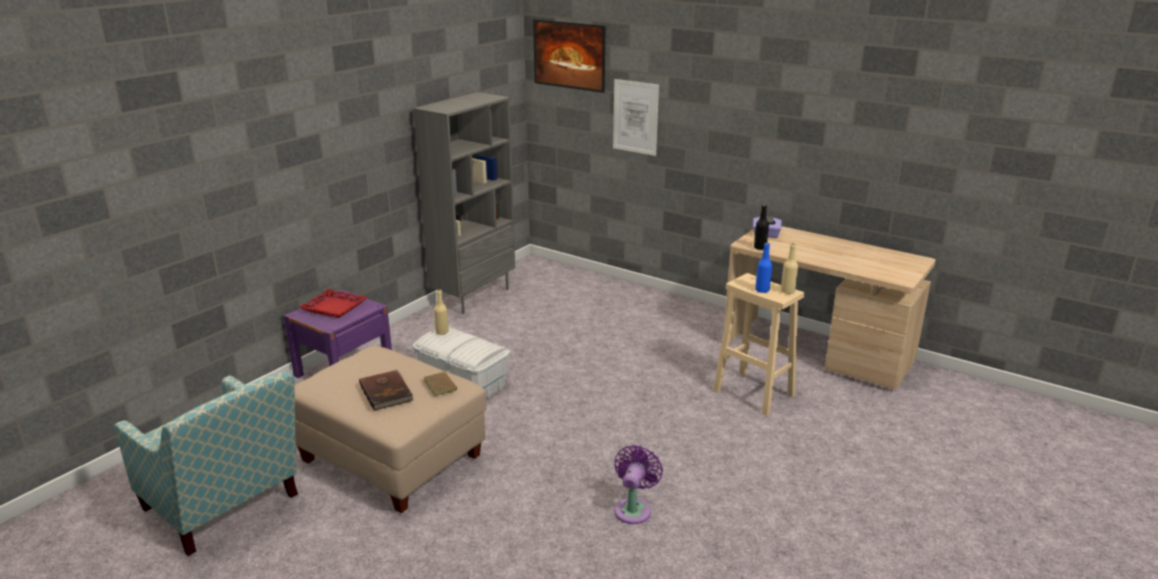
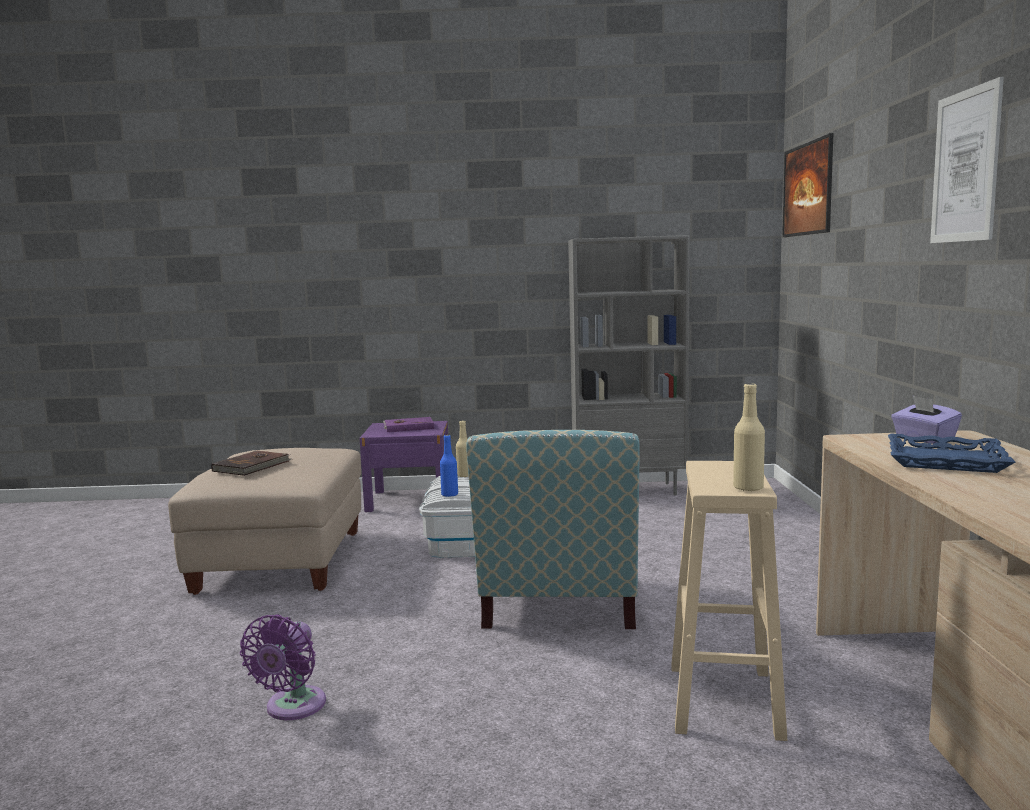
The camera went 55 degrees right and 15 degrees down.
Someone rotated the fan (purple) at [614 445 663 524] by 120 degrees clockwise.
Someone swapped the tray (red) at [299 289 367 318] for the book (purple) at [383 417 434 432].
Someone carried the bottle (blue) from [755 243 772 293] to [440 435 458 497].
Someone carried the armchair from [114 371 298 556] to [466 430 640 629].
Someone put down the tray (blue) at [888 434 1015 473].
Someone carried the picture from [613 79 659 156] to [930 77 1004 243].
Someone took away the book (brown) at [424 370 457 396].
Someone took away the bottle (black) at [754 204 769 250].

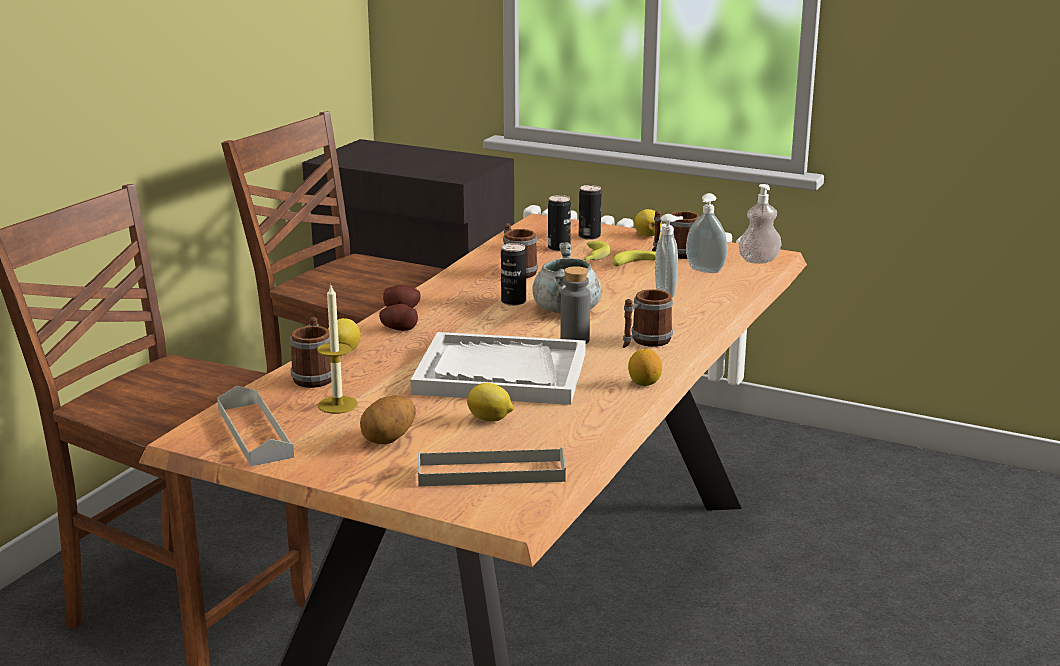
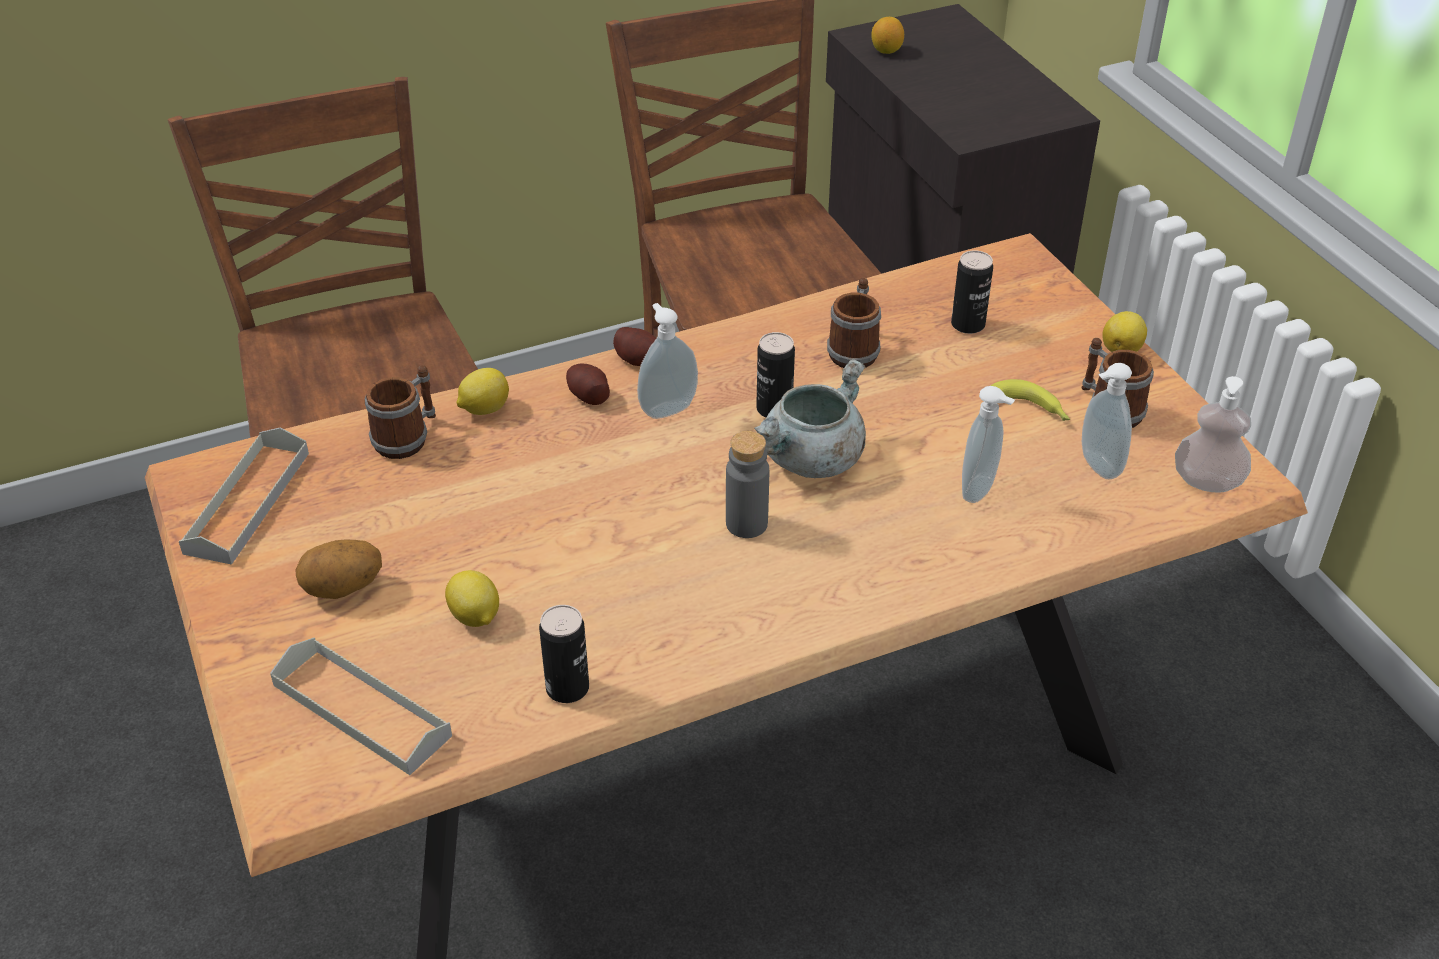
The camera went 40 degrees right and 20 degrees up.
Someone carried the can from [579 185 601 240] to [539 605 589 703].
Someone put down the soap dispenser at [637 303 698 419].
Someone carried the lemon from [628 349 662 386] to [871 17 904 54].
Someone took away the candle at [317 285 358 414].
Someone took away the tray (white) at [410 332 586 405].
Someone took away the banana at [585 241 611 261].
Someone took away the mug at [623 289 673 348].

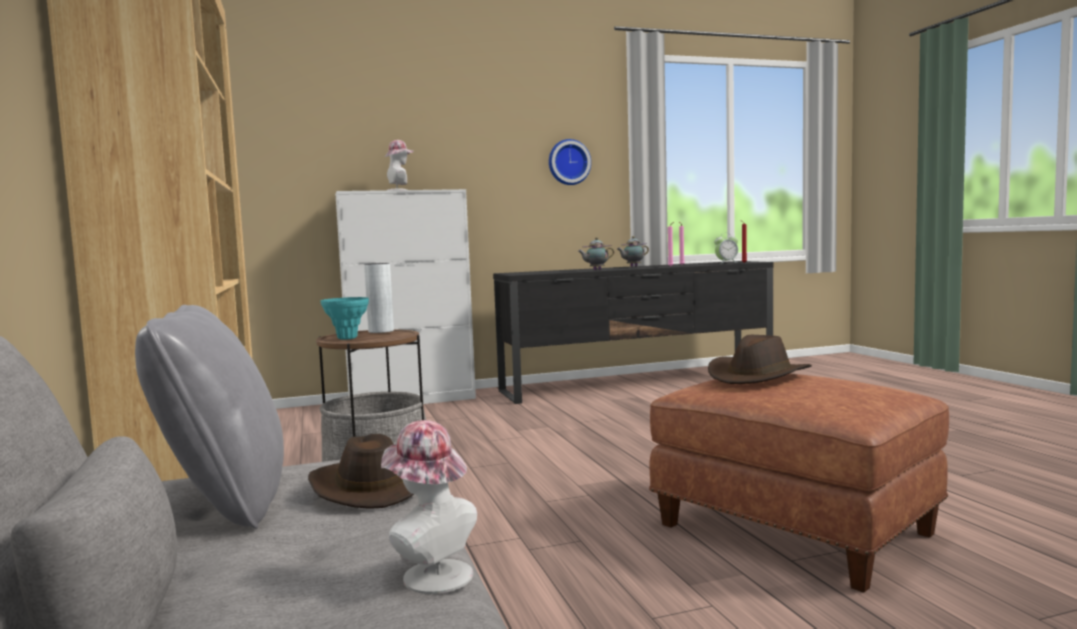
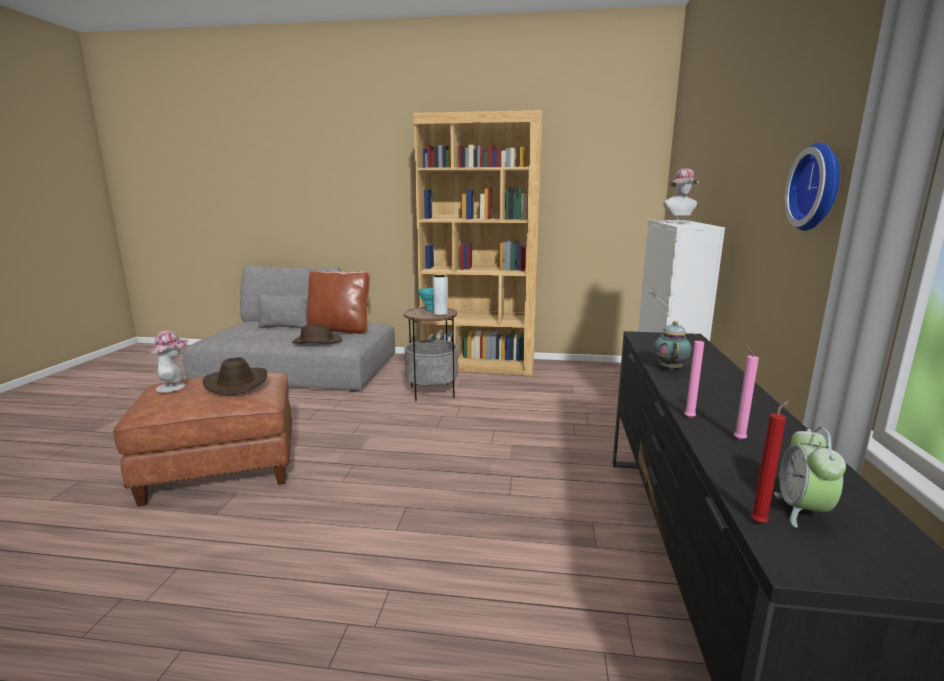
The camera went 115 degrees right and 10 degrees up.
Someone carried the hat from [381 420 477 594] to [150 330 189 392].
Someone repainted the pillow (grey) at [135 305 284 529], which became the pillow (brown) at [307 270 370 334].
Someone took away the teapot at [617 236 649 267].

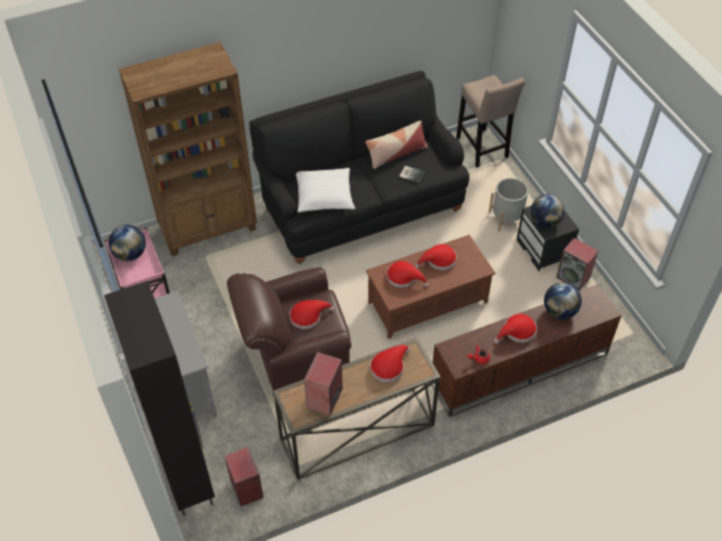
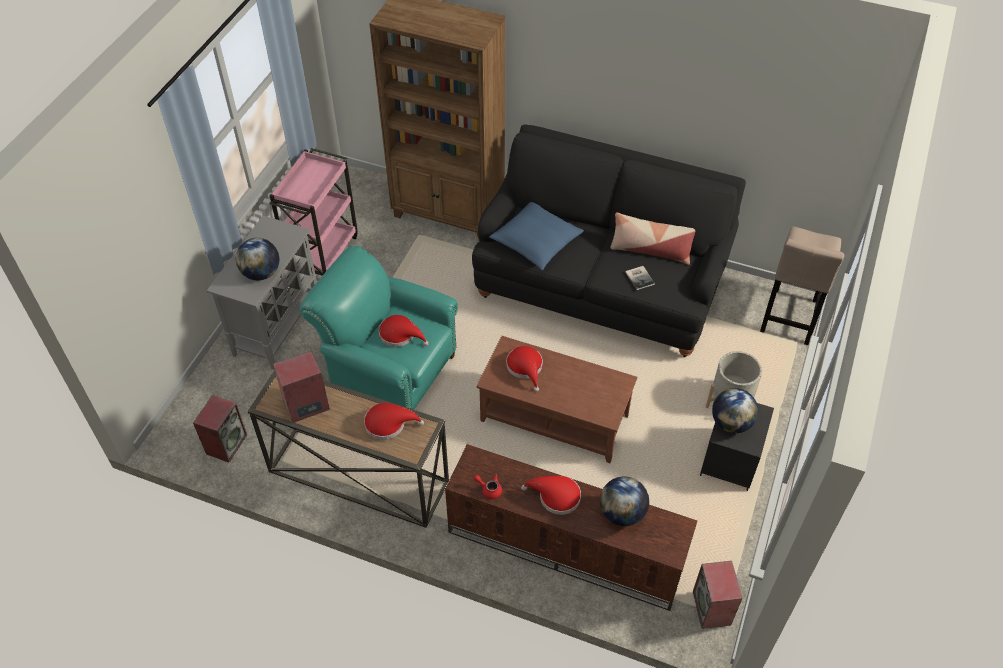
The camera went 45 degrees right and 0 degrees up.
Someone carried the globe from [109 225 146 261] to [236 238 280 280].
Someone repainted the armchair (brown) at [227 267 352 396], which became the armchair (turquoise) at [300 245 458 410].
Someone repainted the pillow (white) at [296 168 355 213], which became the pillow (blue) at [489 202 584 270].
Someone carried the speaker from [556 238 598 291] to [693 561 743 629].
Someone took away the cabinet (black) at [104 281 215 516].
Someone took away the hat (red) at [415 244 457 270].

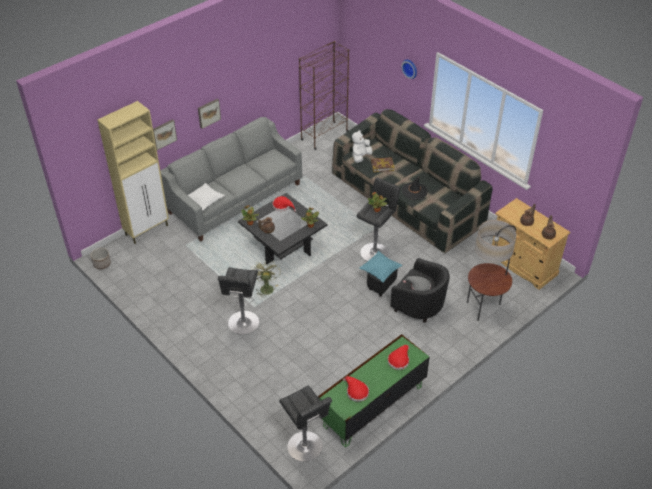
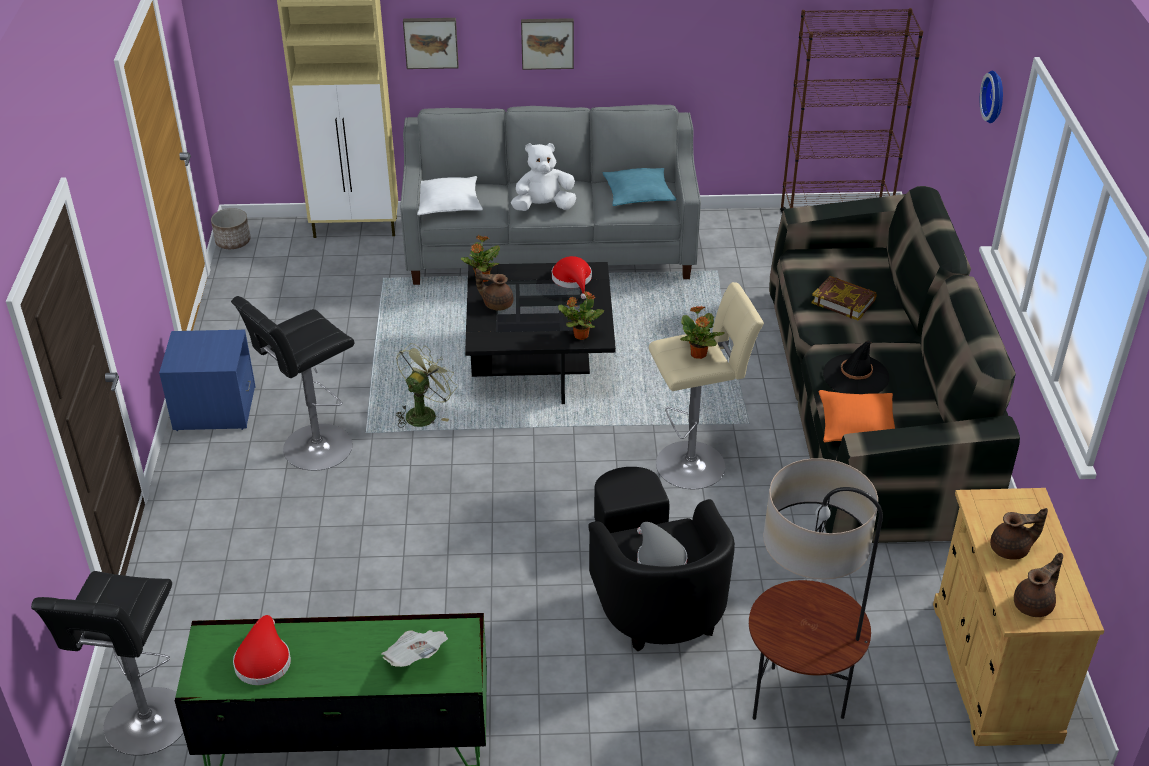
The camera went 40 degrees right and 5 degrees down.
Someone put down the nightstand (blue) at [159 330 256 431].
Someone swapped the hat (red) at [388 345 410 370] for the newspaper at [381 630 448 667].
Someone carried the plush toy (white) from [352 130 372 163] to [511 143 576 211].
Someone carried the pillow (turquoise) from [359 251 402 283] to [603 168 676 206].
Someone repainted the stool (black) at [357 178 401 261], which became the stool (beige) at [649 282 764 489].
Someone put down the pillow (orange) at [819 390 895 443].

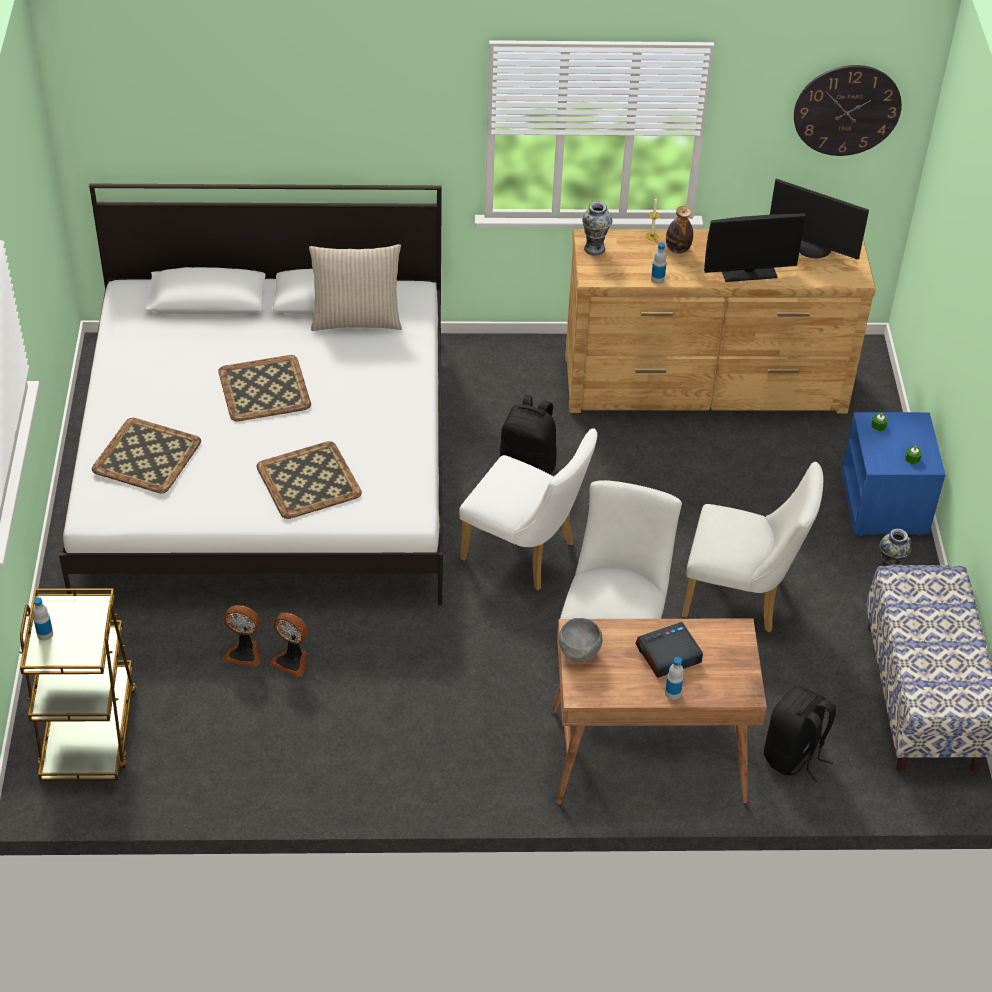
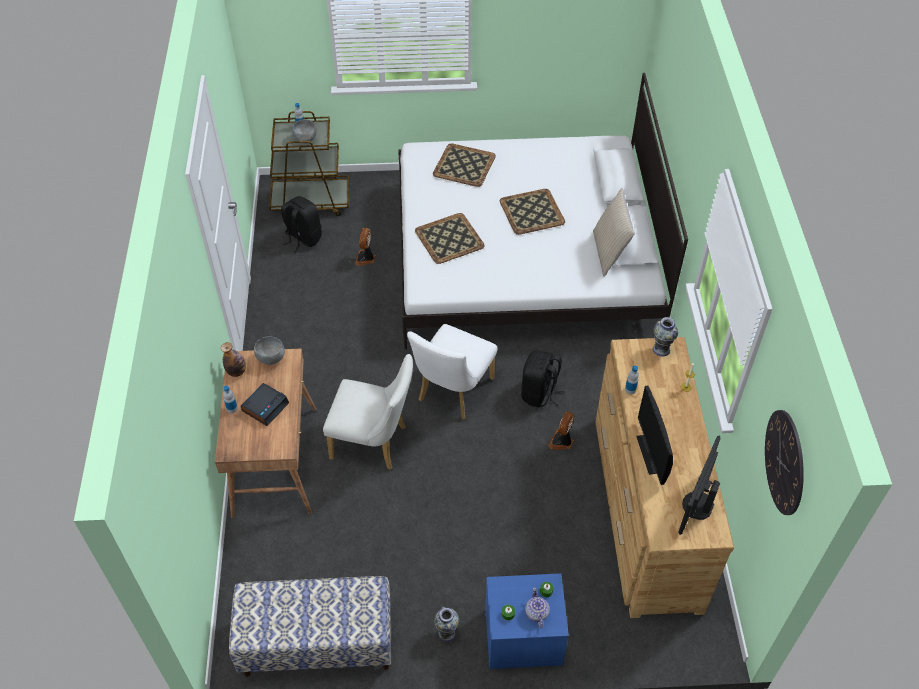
The camera went 90 degrees right and 5 degrees up.
Someone carried the bottle from [666 206 693 254] to [221 342 246 377].
Someone rotated the alarm clock at [635 622 703 678] by 60 degrees clockwise.
Someone carried the backpack (black) from [764 686 836 782] to [281 196 322 253].
Someone put down the bowl (grey) at [292 119 317 144].
Someone put down the teapot at [525 587 550 628].
Someone carried the fan from [270 612 308 677] to [548 411 574 450].
Someone took away the chair (white) at [682 462 823 633].

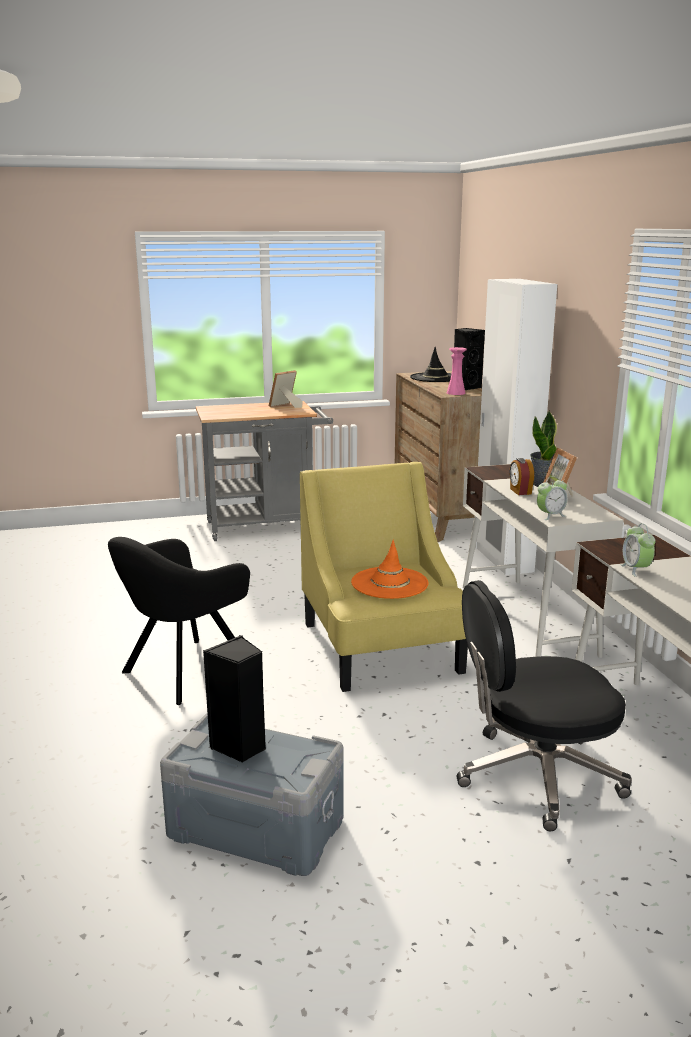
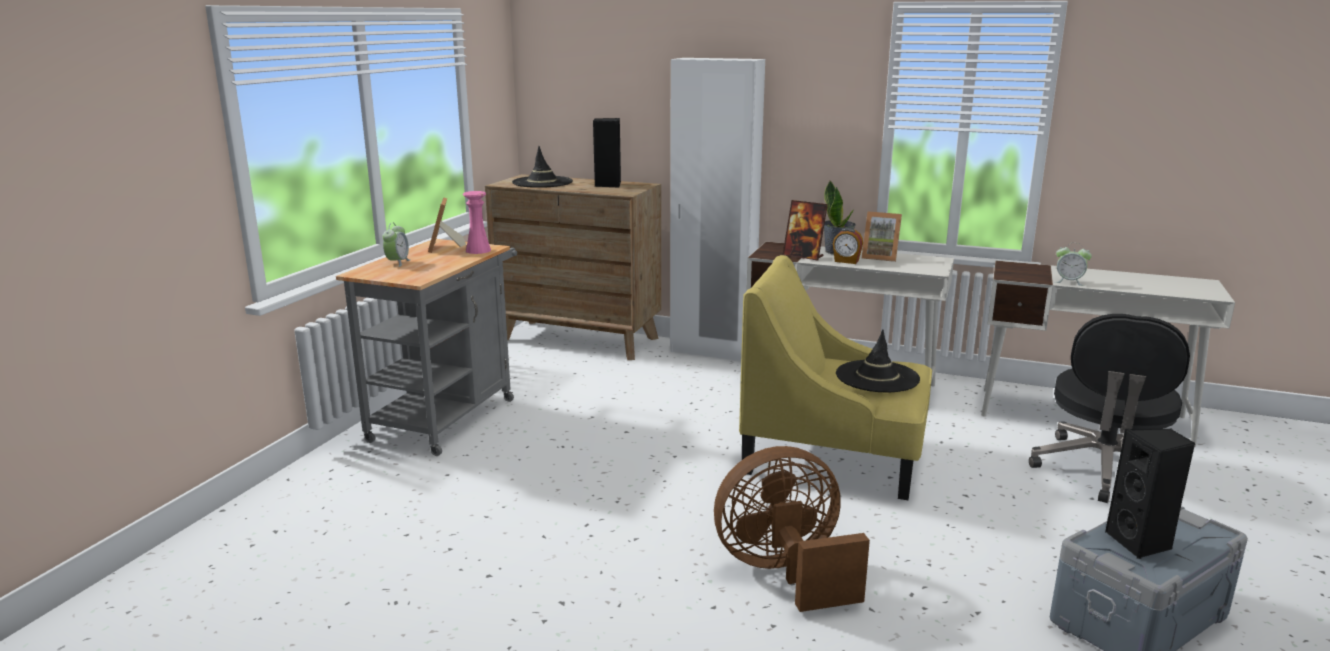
The camera went 55 degrees left and 0 degrees up.
Someone carried the alarm clock from [537 476 567 520] to [382 223 411 267].
Someone carried the vase (pink) from [447 347 467 395] to [463 191 491 254].
Someone swapped the armchair (black) at [108 537 250 705] for the fan (brown) at [714 446 870 612].
Someone put down the picture frame at [783 200 828 261].
Someone repainted the hat (orange) at [351 540 429 599], which became the hat (black) at [836 329 920 392].

